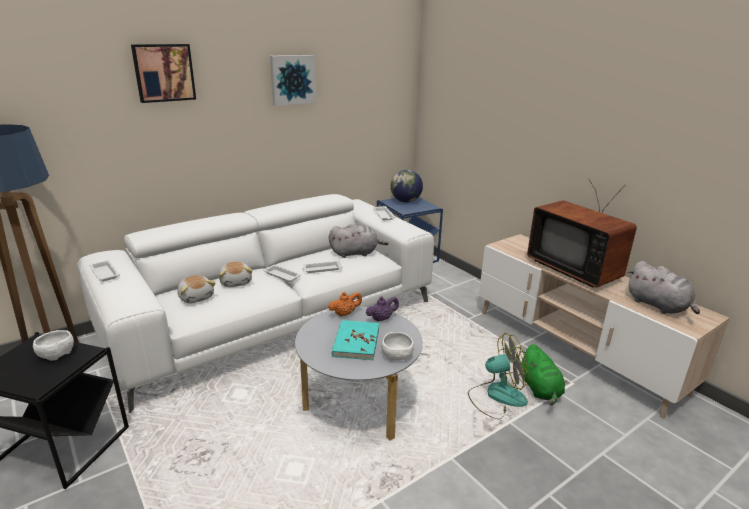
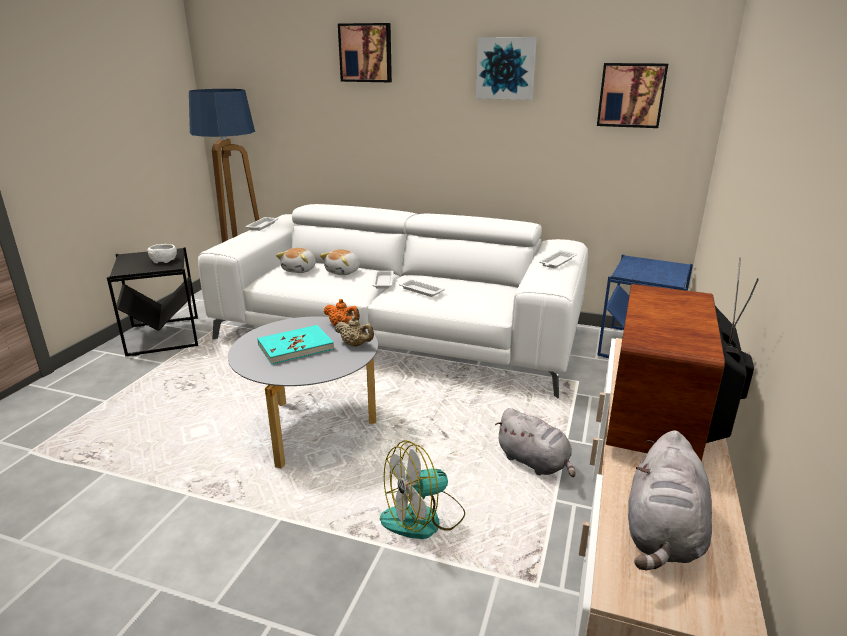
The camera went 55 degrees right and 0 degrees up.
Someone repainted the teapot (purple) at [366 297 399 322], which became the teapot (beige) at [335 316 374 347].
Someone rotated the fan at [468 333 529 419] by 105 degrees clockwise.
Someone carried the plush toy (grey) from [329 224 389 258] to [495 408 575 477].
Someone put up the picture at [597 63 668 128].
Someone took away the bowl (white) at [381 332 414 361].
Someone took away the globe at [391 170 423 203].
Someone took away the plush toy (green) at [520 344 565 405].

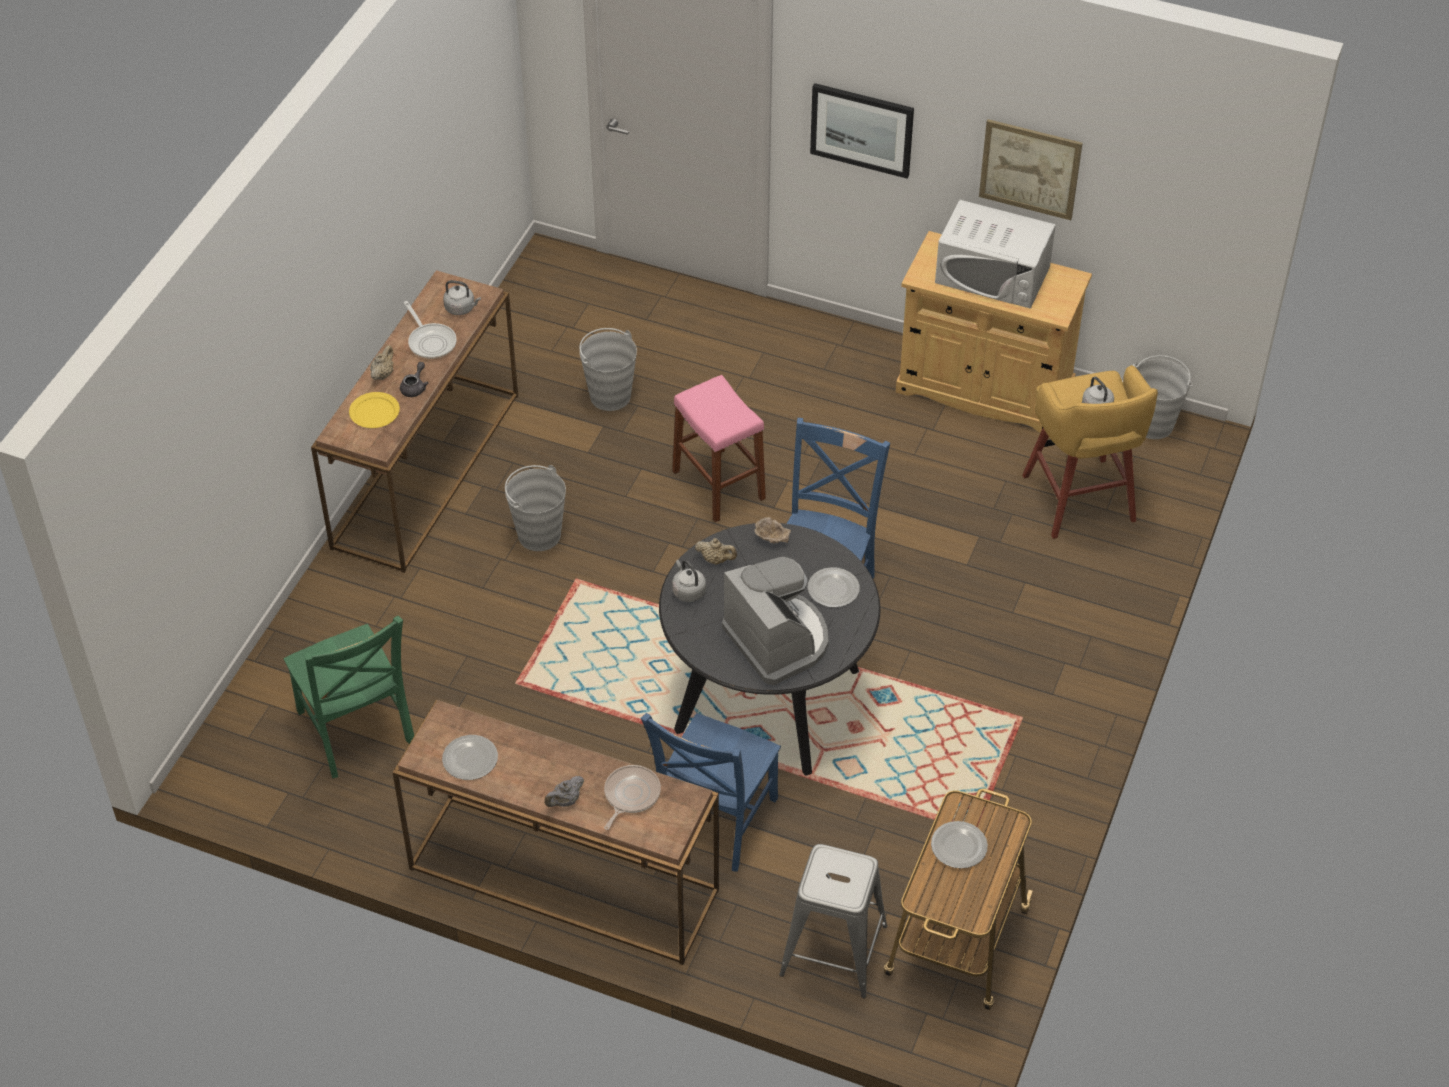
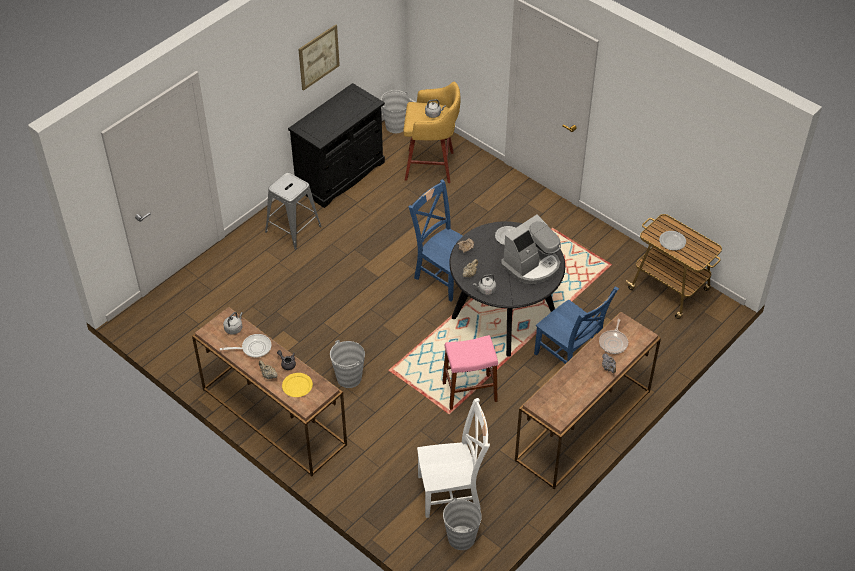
The camera went 70 degrees left and 0 degrees up.
Someone carried the stool (grey) from [779 844 887 998] to [265 173 322 250].
Someone repainted the cabinet (beige) at [896 231 1092 433], which became the cabinet (black) at [288 83 385 208].
Someone repainted the chair (green) at [283 616 414 778], which became the chair (white) at [417 398 490 518].
Someone carried the stool (pink) from [672 375 766 522] to [442 335 498 410].
Someone carried the bucket (grey) from [579 328 637 411] to [443 498 482 550].
Someone rotated the coffee machine at [722 557 828 685] by 150 degrees clockwise.
Someone rotated the frying pan at [604 765 661 830] by 120 degrees counterclockwise.
Someone took away the plate at [442 735 498 780].
Someone took away the picture at [810 83 914 178].
Someone took away the microwave (white) at [935 200 1056 309].

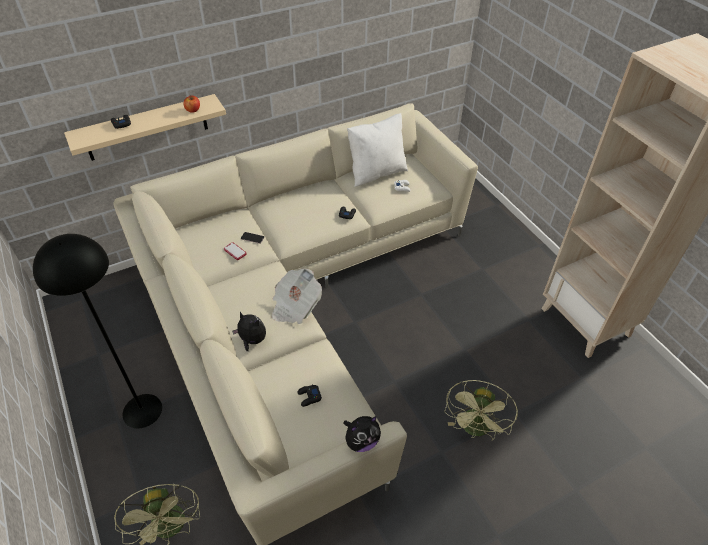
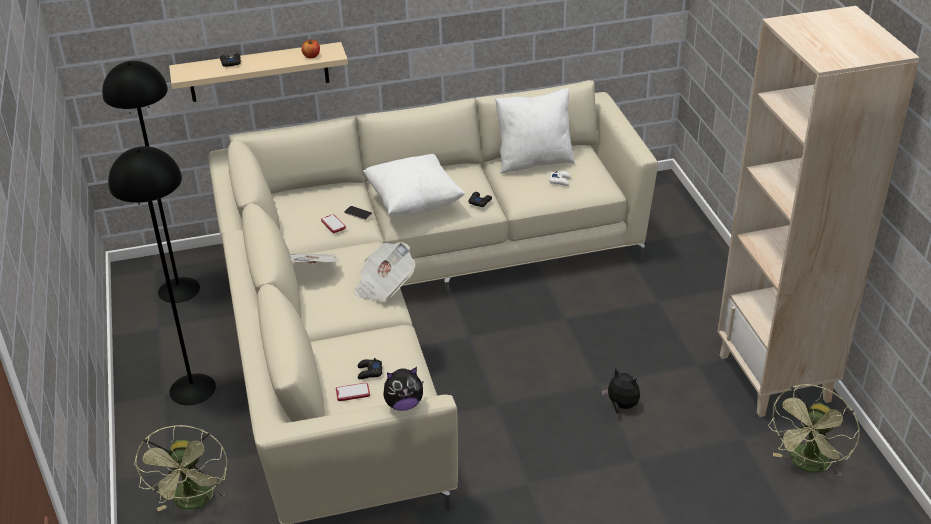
The camera went 15 degrees right and 10 degrees down.
Someone put down the floor lamp (black) at [102 61 200 303].
Someone put down the newspaper at [290 253 339 264].
Someone put down the phone at [336 383 370 401].
Someone put down the pillow (white) at [363 154 465 216].
Someone carried the plush toy from [232 312 266 351] to [602 368 640 414].
Someone carried the fan (green) from [444 380 518 441] to [768 384 860 476].

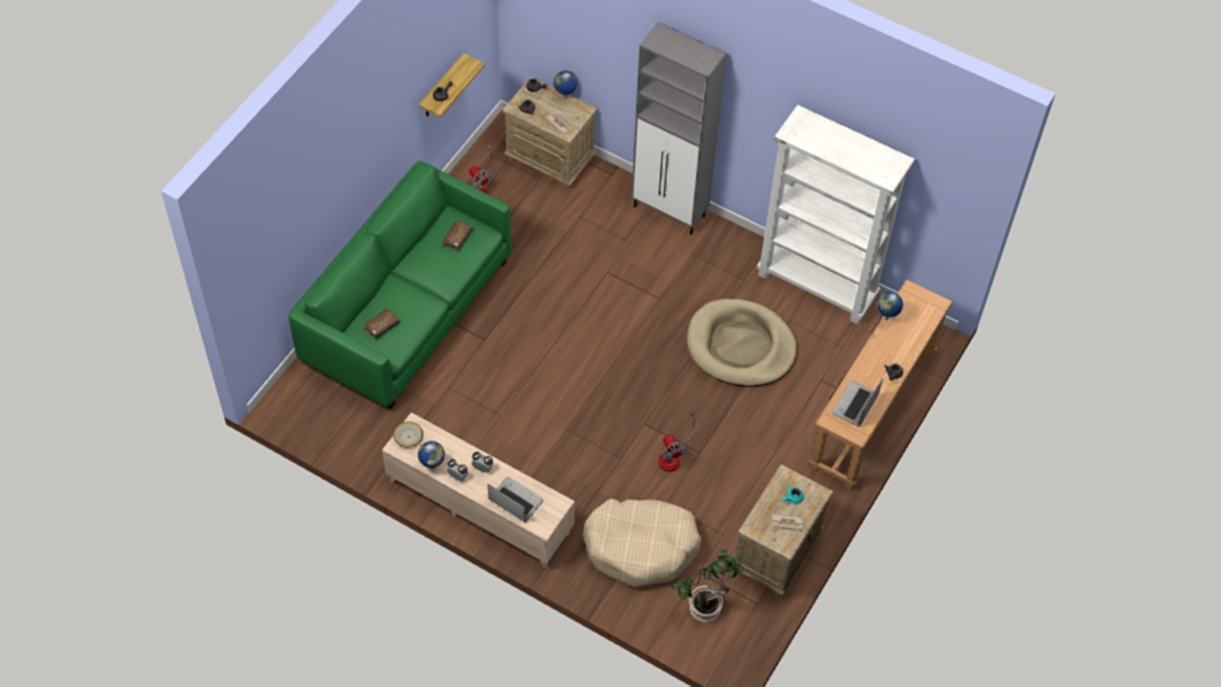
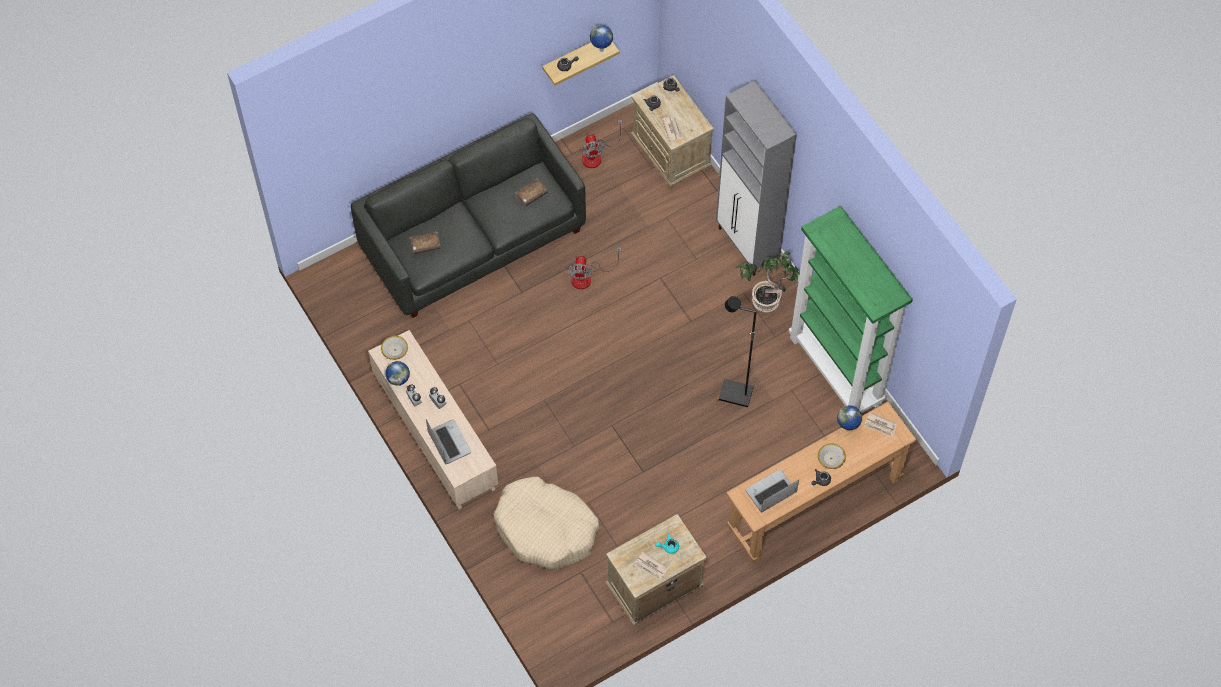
The camera went 30 degrees right and 5 degrees up.
Someone repainted the sofa (green) at [289 160 512 409], which became the sofa (grey) at [351 113 586 318].
Someone carried the fan from [658 410 696 472] to [567 247 622 289].
Someone carried the globe from [554 71 577 99] to [590 25 613 52].
Someone swapped the dog bed (beige) at [687 299 797 387] for the floor lamp (black) at [719 296 757 407].
Someone carried the potted plant from [672 549 744 622] to [736 251 800 313].
Someone repainted the bookcase (white) at [757 105 915 324], which became the bookcase (green) at [788 206 913 413].
Someone put down the bowl at [818 443 846 469].
Someone put down the newspaper at [865 412 897 437].

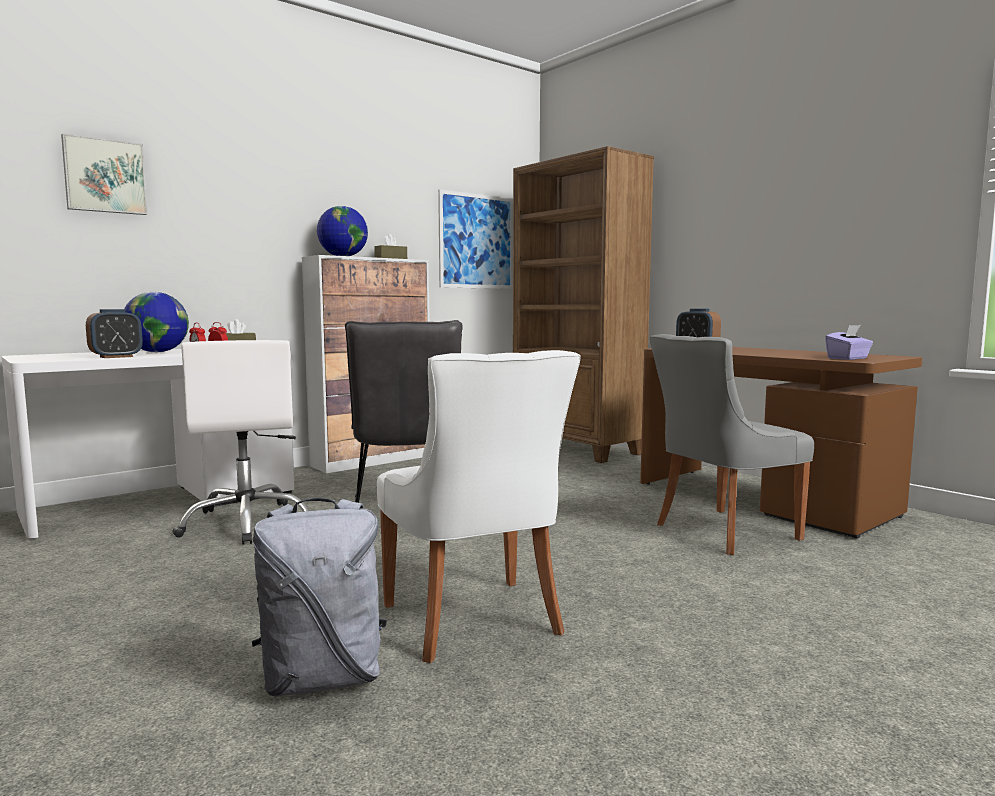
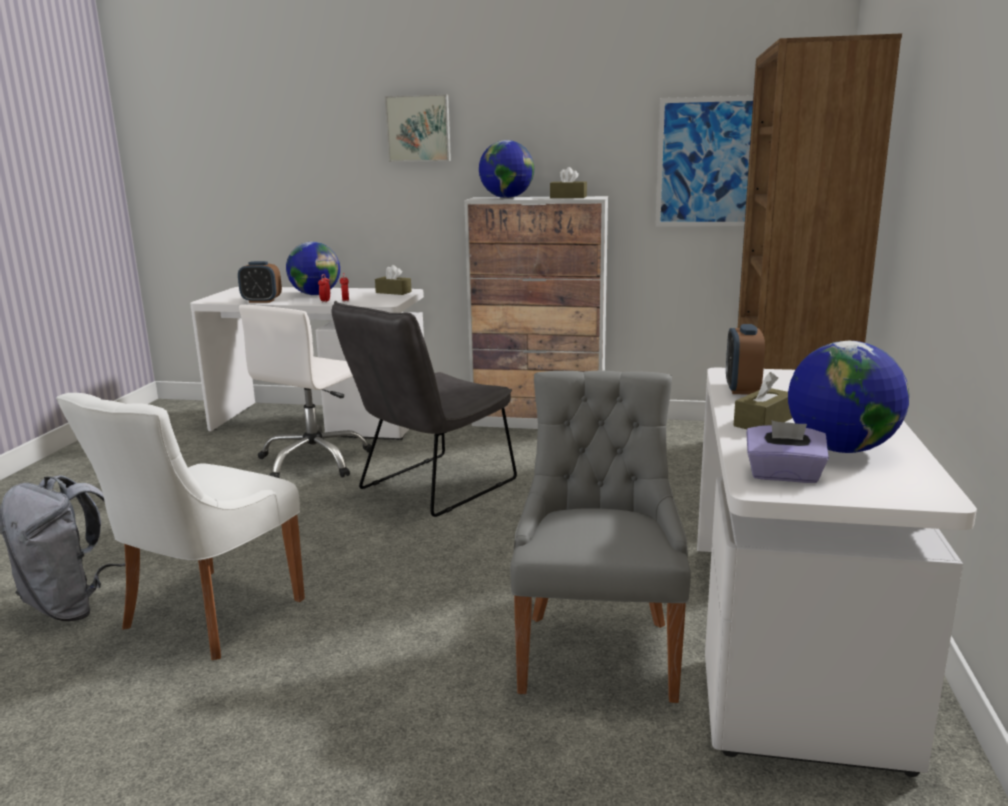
The camera went 50 degrees right and 10 degrees up.
Someone carried the picture from [61 133 148 215] to [385 94 451 162].
Someone rotated the chair (grey) at [650 334 814 555] by 75 degrees clockwise.
Someone repainted the desk (brown) at [640 347 922 539], which became the desk (white) at [697 368 977 777].
Someone put down the tissue box (brown) at [733 372 792 429].
Someone put down the globe at [788 341 909 453].

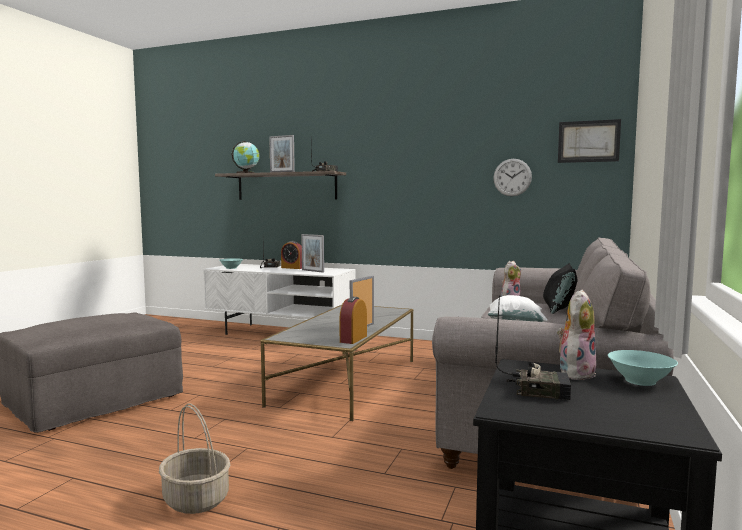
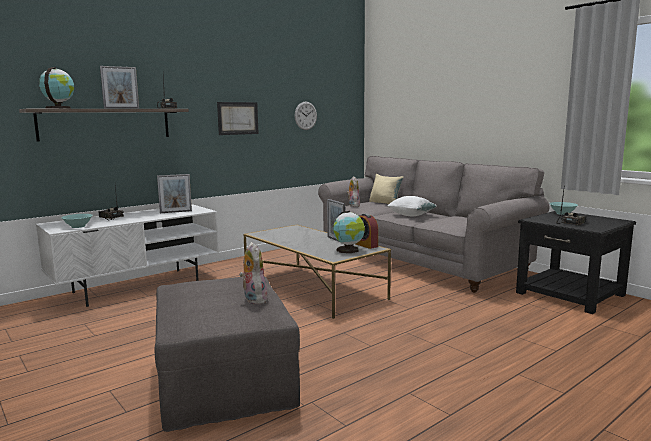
The camera went 60 degrees left and 5 degrees up.
Someone carried the picture from [558 119 621 163] to [217 102 259 135].
Someone carried the plush toy from [557 290 596 380] to [239 242 267 304].
Someone put down the globe at [333 211 365 253].
Someone repainted the pillow (black) at [543 263 578 314], which became the pillow (beige) at [369 174 403 204].
Someone took away the basket at [159 403 230 514].
Someone took away the alarm clock at [281 241 302 269].

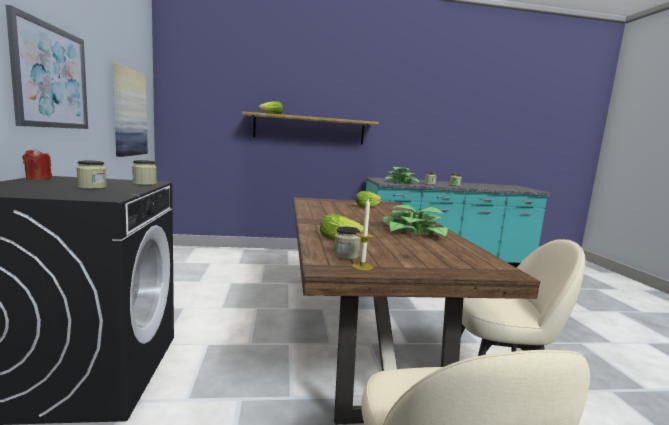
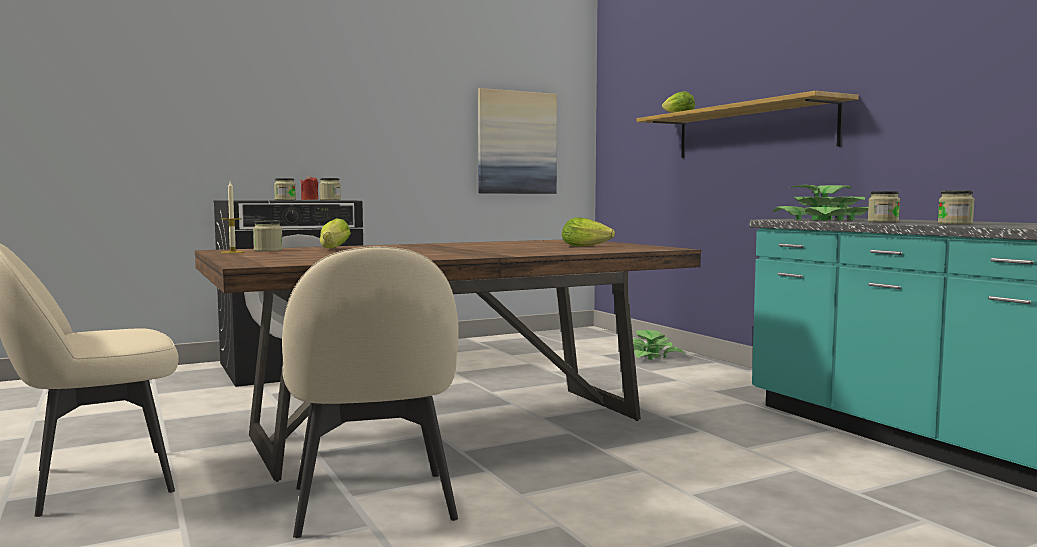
The camera went 70 degrees right and 5 degrees down.
Someone carried the potted plant from [383 205 448 236] to [633 330 685 360].
Someone took away the picture at [6 5 88 129].

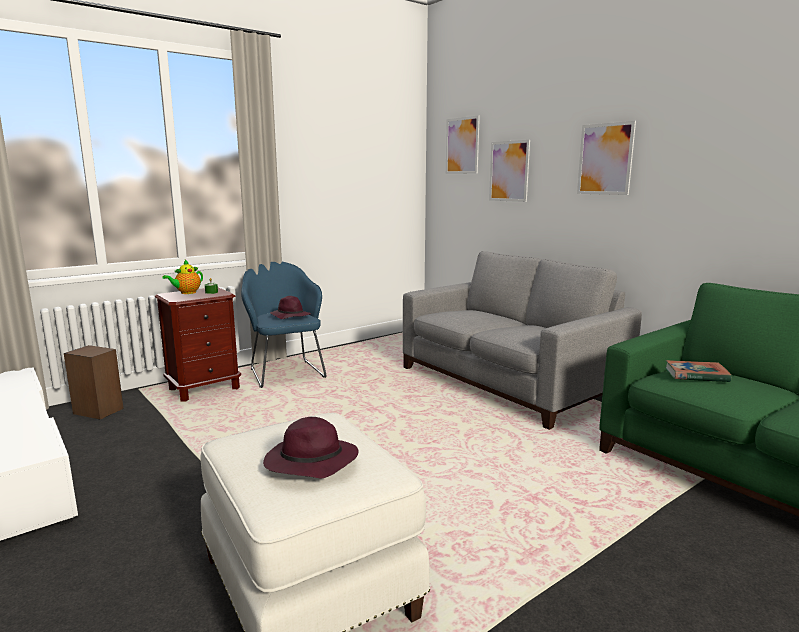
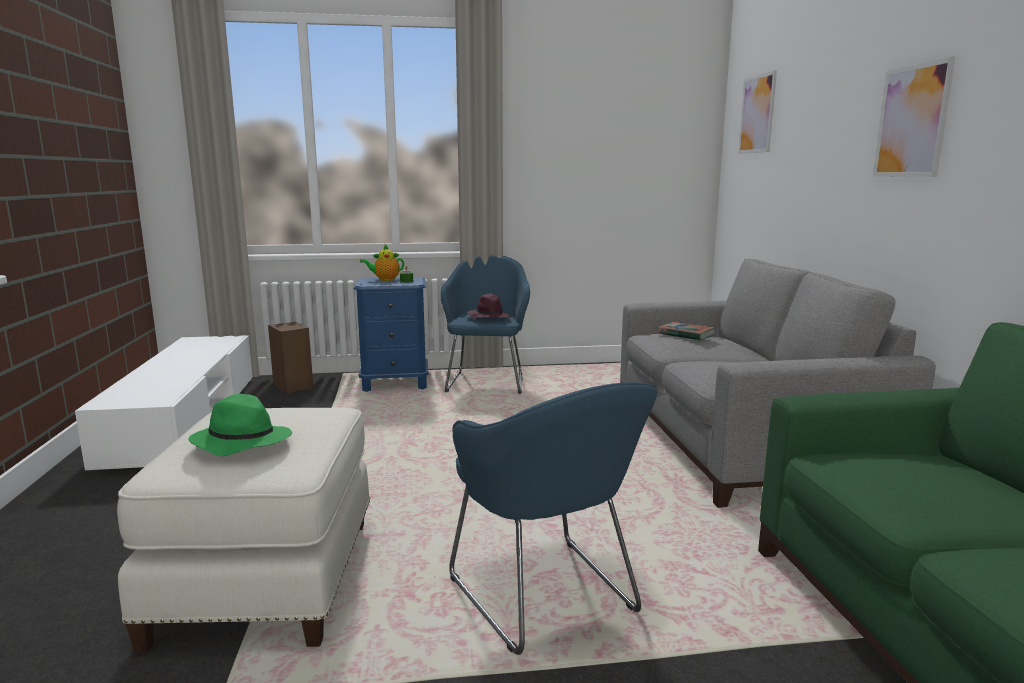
The camera went 30 degrees right and 0 degrees up.
Someone repainted the hat (purple) at [263 417 359 479], which became the hat (green) at [188 394 292 456].
Someone repainted the nightstand (brown) at [155 287 241 402], which became the nightstand (blue) at [354 277 428 392].
Someone put down the armchair (blue) at [449 382 657 655].
Someone carried the book from [665 360 731 382] to [658 322 715 341].
Someone took away the picture at [489 140 530 202].

